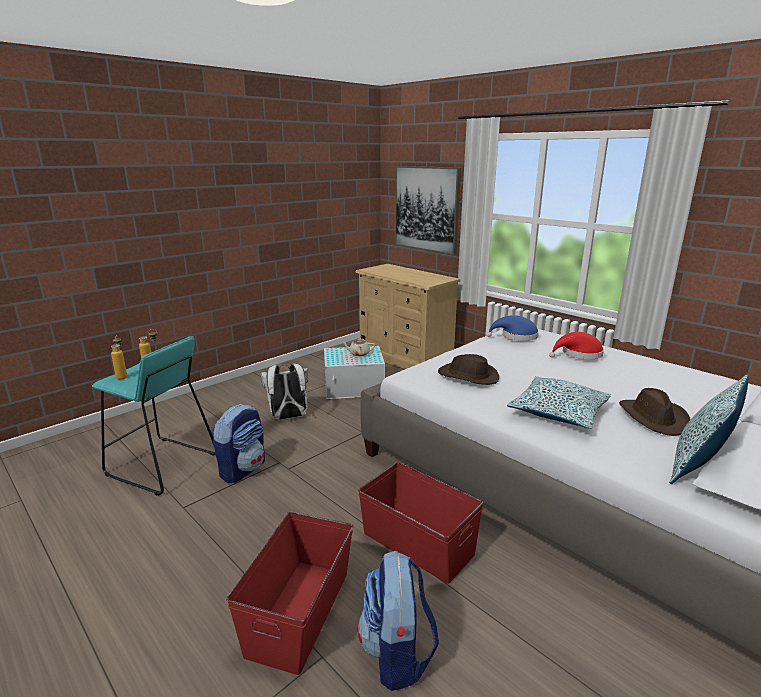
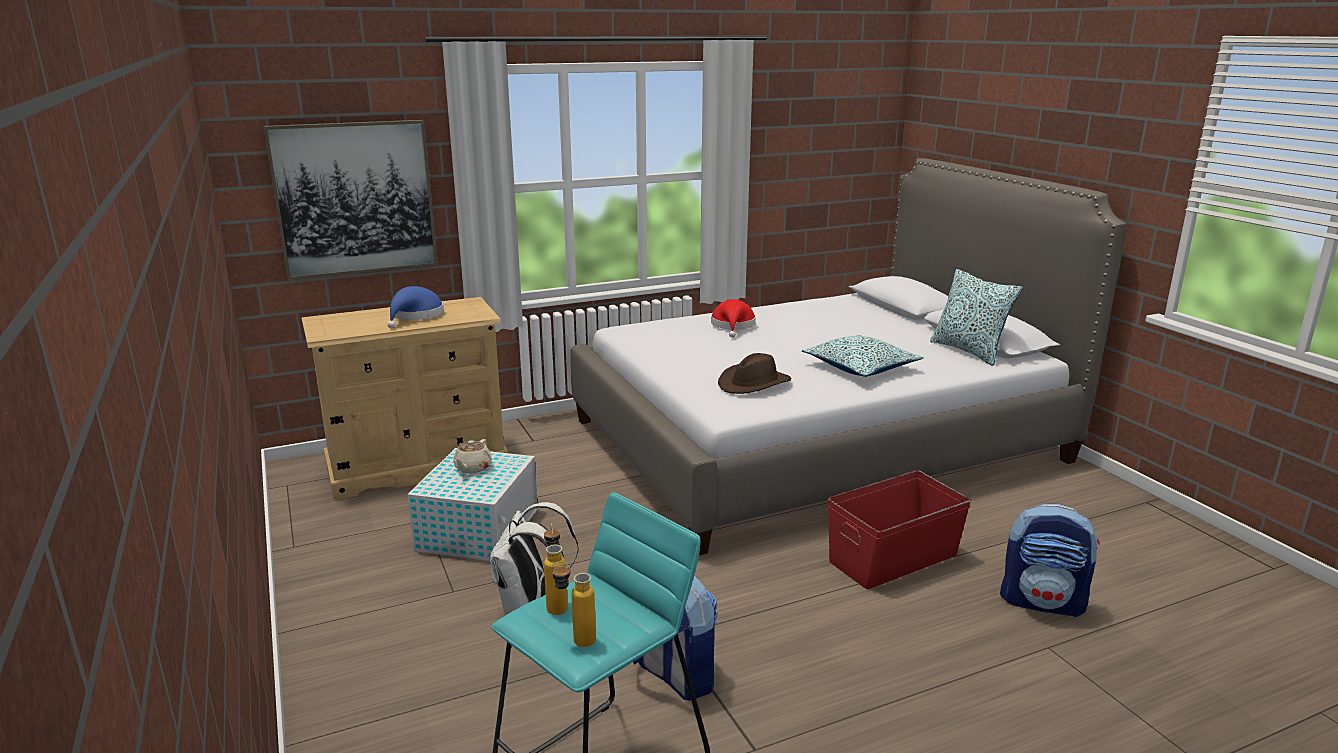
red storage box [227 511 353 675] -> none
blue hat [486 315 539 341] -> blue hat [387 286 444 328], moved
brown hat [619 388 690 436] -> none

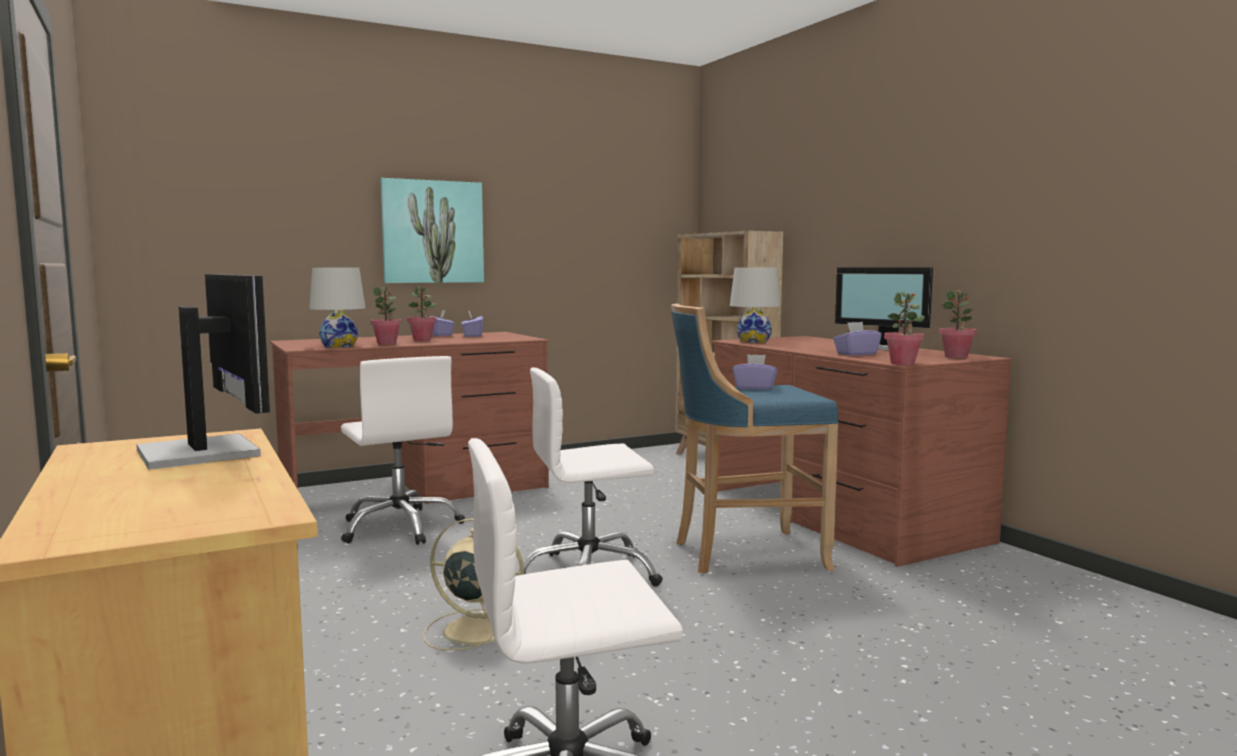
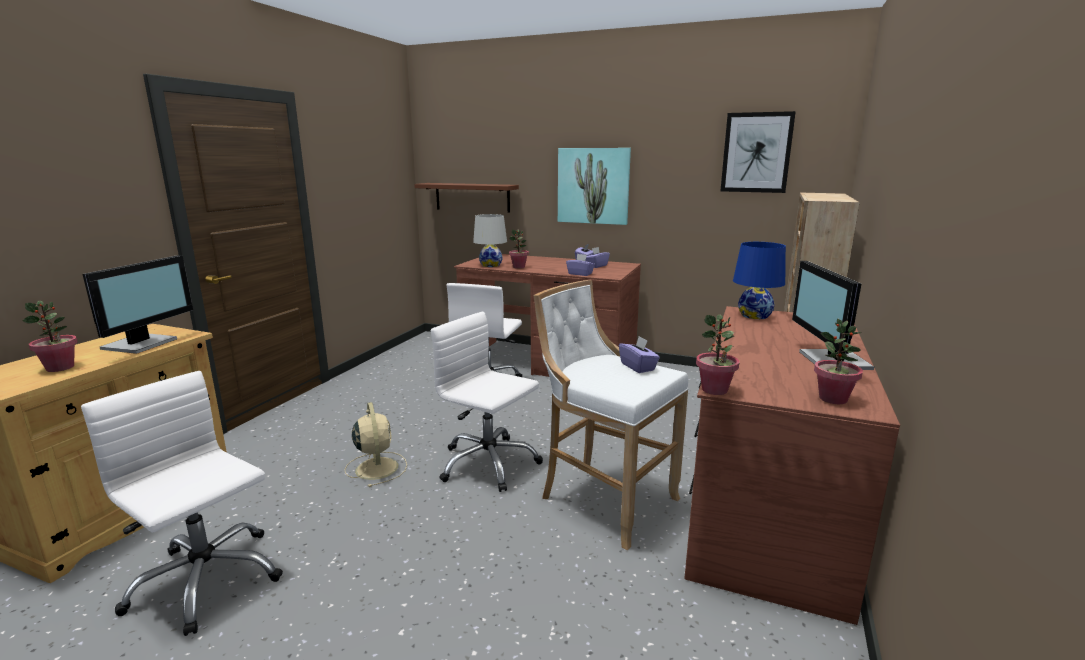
potted plant [407 286 436 341] -> potted plant [22 301 77 372], moved
blue stool [671 303 839 574] -> white stool [534 280 689 550]
white table lamp [730 267 780 343] -> blue table lamp [733 242 786 319]
purple tissue box [833 322 882 356] -> purple tissue box [566 254 595 276], moved
none -> brown shelf [414 183 519 212]
none -> picture [720 111 796 193]

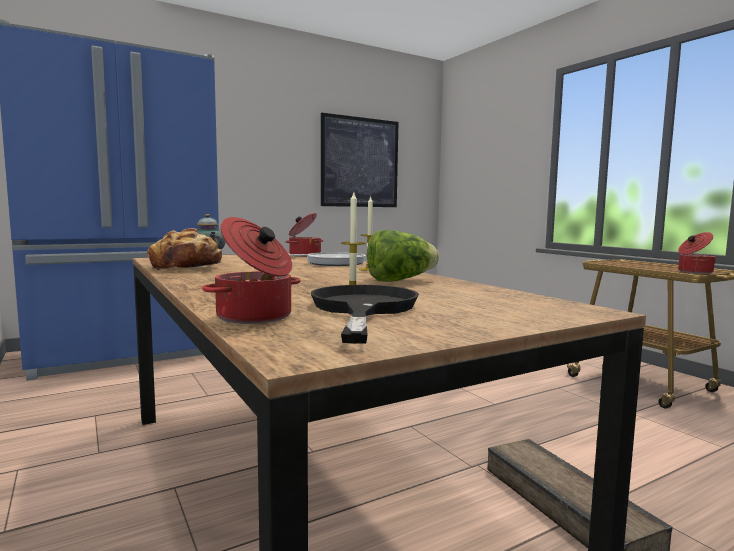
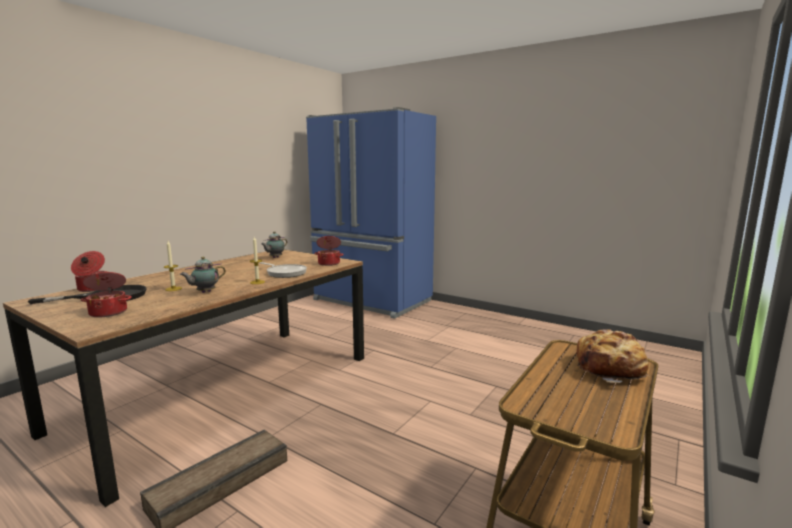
bread [147 228 222 271] -> bread [577 329 649 383], moved
picture [321 113 398 207] -> none
lettuce [367 230 439 282] -> teapot [180 257 226 293]
cooking pot [678 232 716 274] -> cooking pot [81 272 132 317], moved

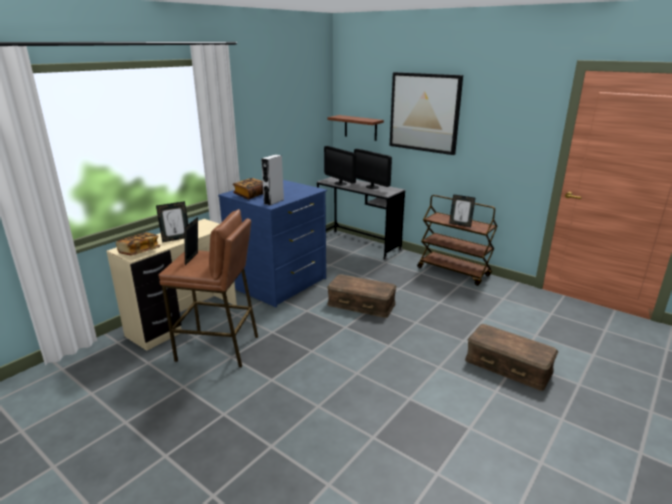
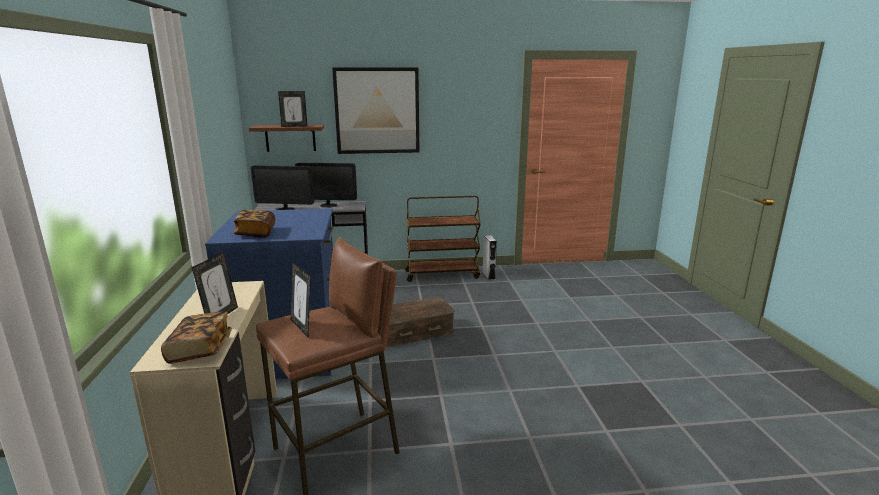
grey speaker [261 154 284 206] -> grey speaker [483 235 497 280], moved
picture frame [449 194 475 227] -> picture frame [278 91 307 127], moved
brown storage box [465 324 558 391] -> none

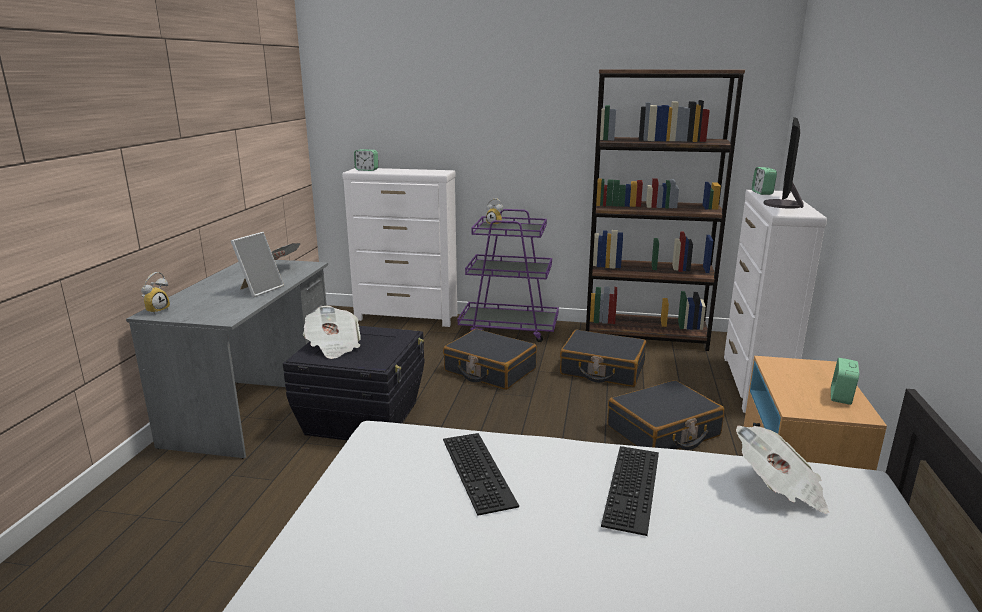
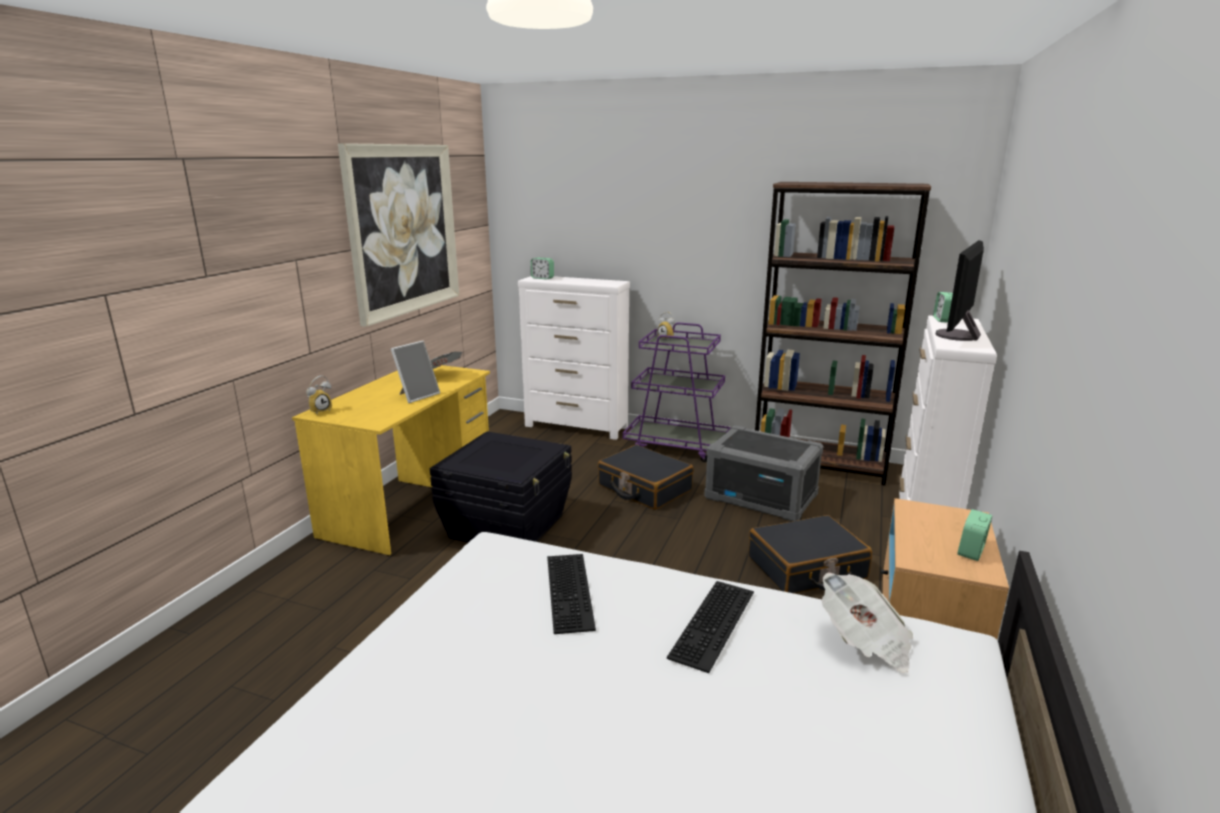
grey desk [126 260 328 459] -> yellow desk [292 365 490 556]
newspaper [303 306 361 359] -> none
black suitcase [560 329 646 387] -> grey storage box [704 425 823 521]
none -> picture [338 143 459 327]

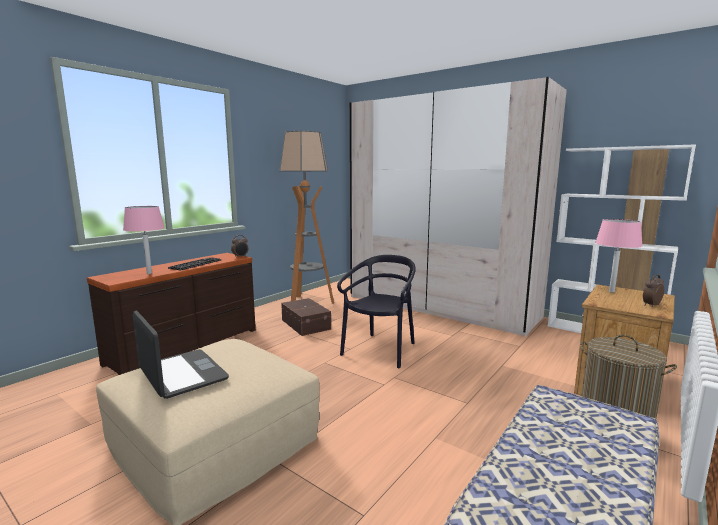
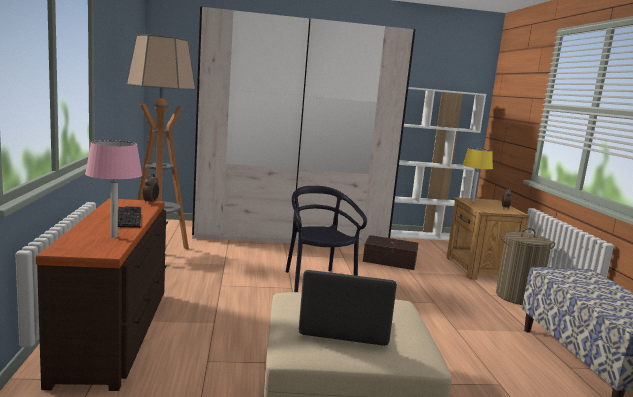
brown storage box [281 298 331 336] -> brown storage box [363 235 419 270], moved
pink table lamp [595 219 643 293] -> yellow table lamp [463 148 493 202]

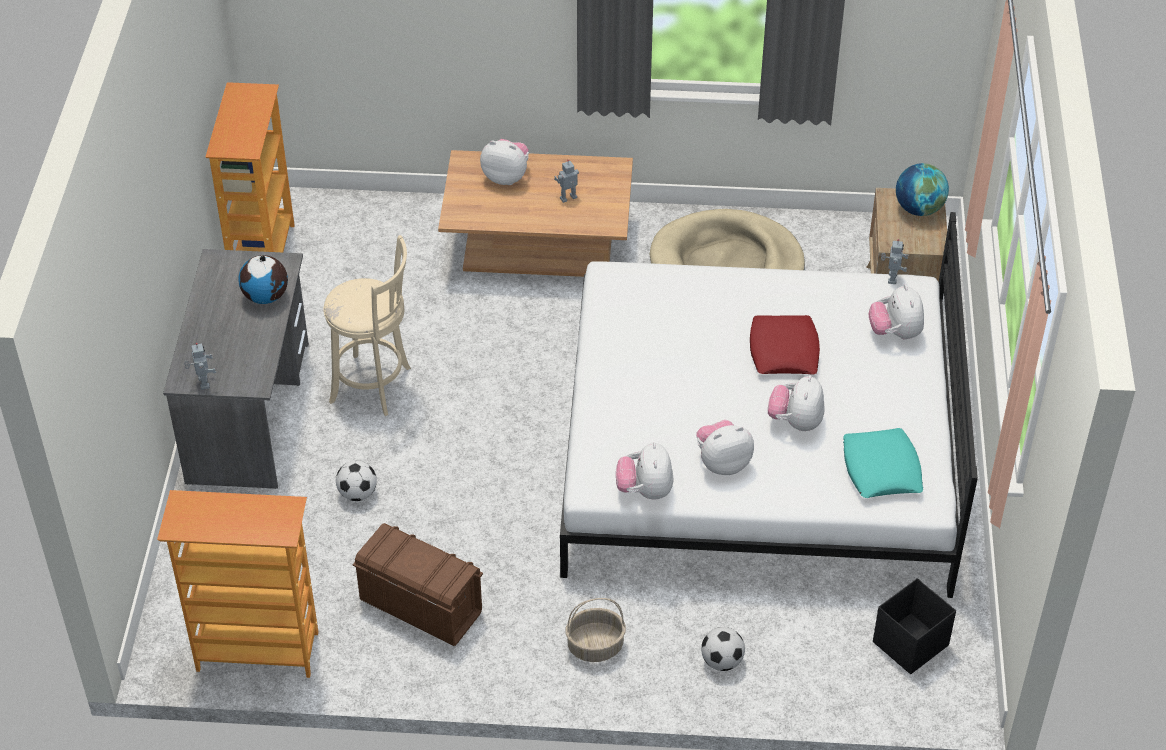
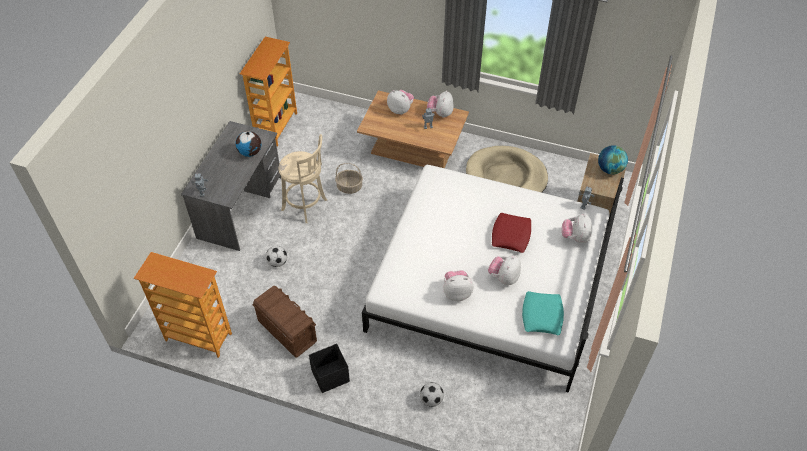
basket [566 598 626 662] -> basket [335 163 363 194], moved
plush toy [616 442 673 500] -> plush toy [427 91 454 118], moved
black storage box [873 578 956 674] -> black storage box [309 344 350 393], moved

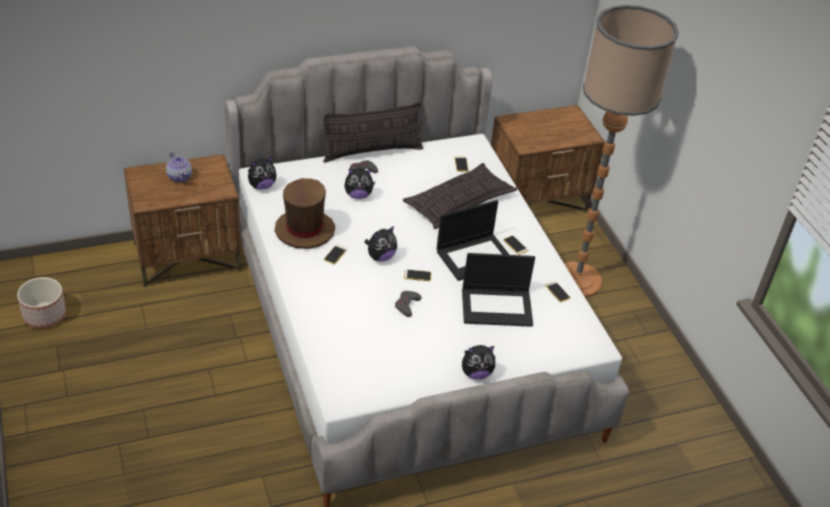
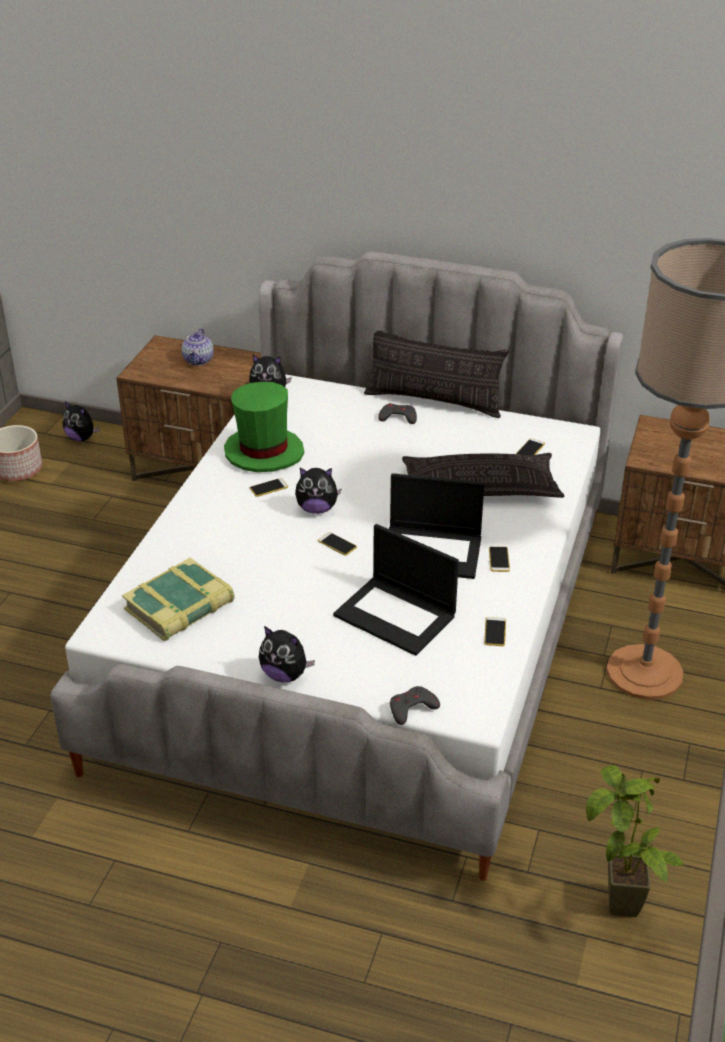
brown hat [275 178 335 249] -> green hat [224 382 304 472]
plush toy [344 168 376 199] -> plush toy [63 401 99 442], moved
grey game controller [395 291 422 317] -> grey game controller [390 686 440 725], moved
none -> book [122 558 234 641]
none -> potted plant [586 765 683 917]

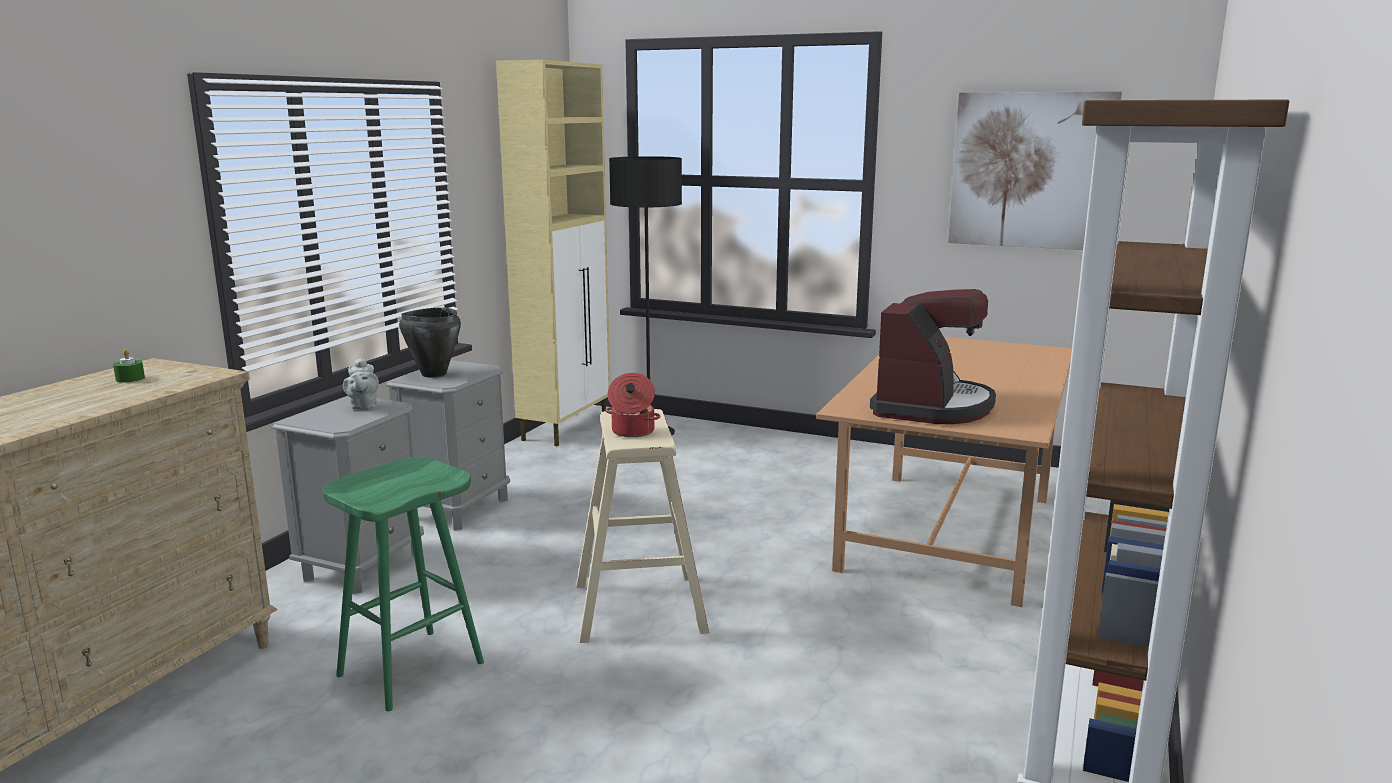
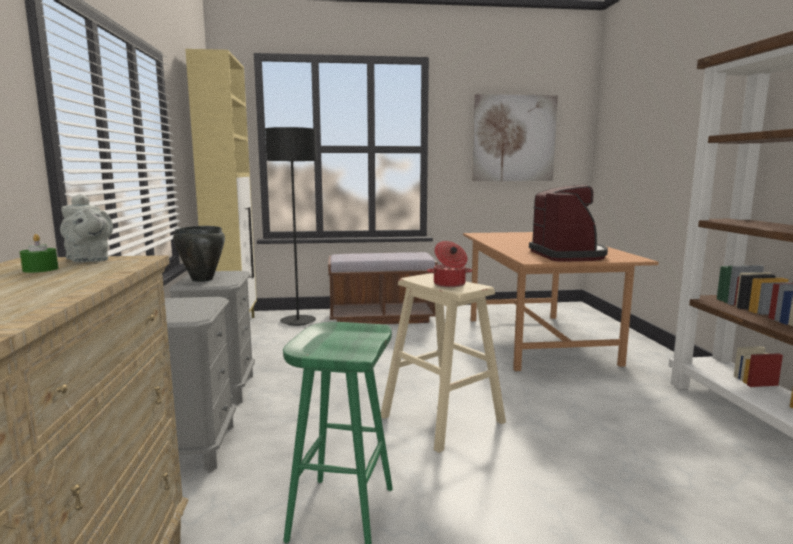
grey teapot [343 357 379 410] -> grey teapot [60 194 113 262], moved
none -> brown bench [328 252 438 324]

